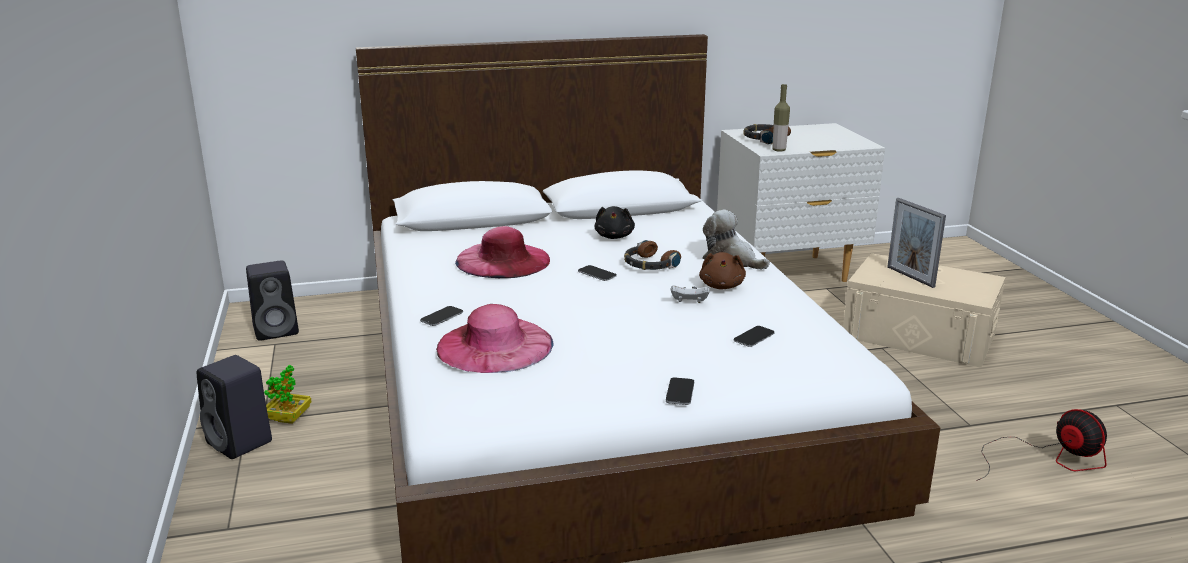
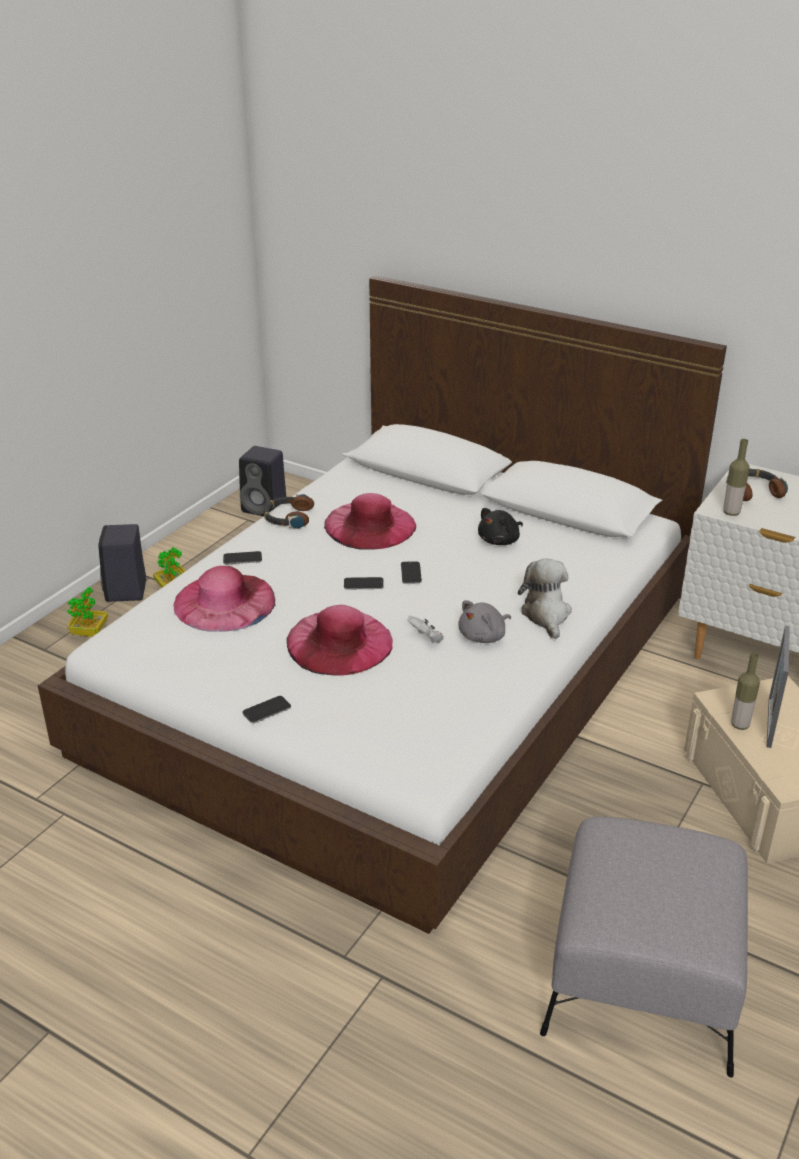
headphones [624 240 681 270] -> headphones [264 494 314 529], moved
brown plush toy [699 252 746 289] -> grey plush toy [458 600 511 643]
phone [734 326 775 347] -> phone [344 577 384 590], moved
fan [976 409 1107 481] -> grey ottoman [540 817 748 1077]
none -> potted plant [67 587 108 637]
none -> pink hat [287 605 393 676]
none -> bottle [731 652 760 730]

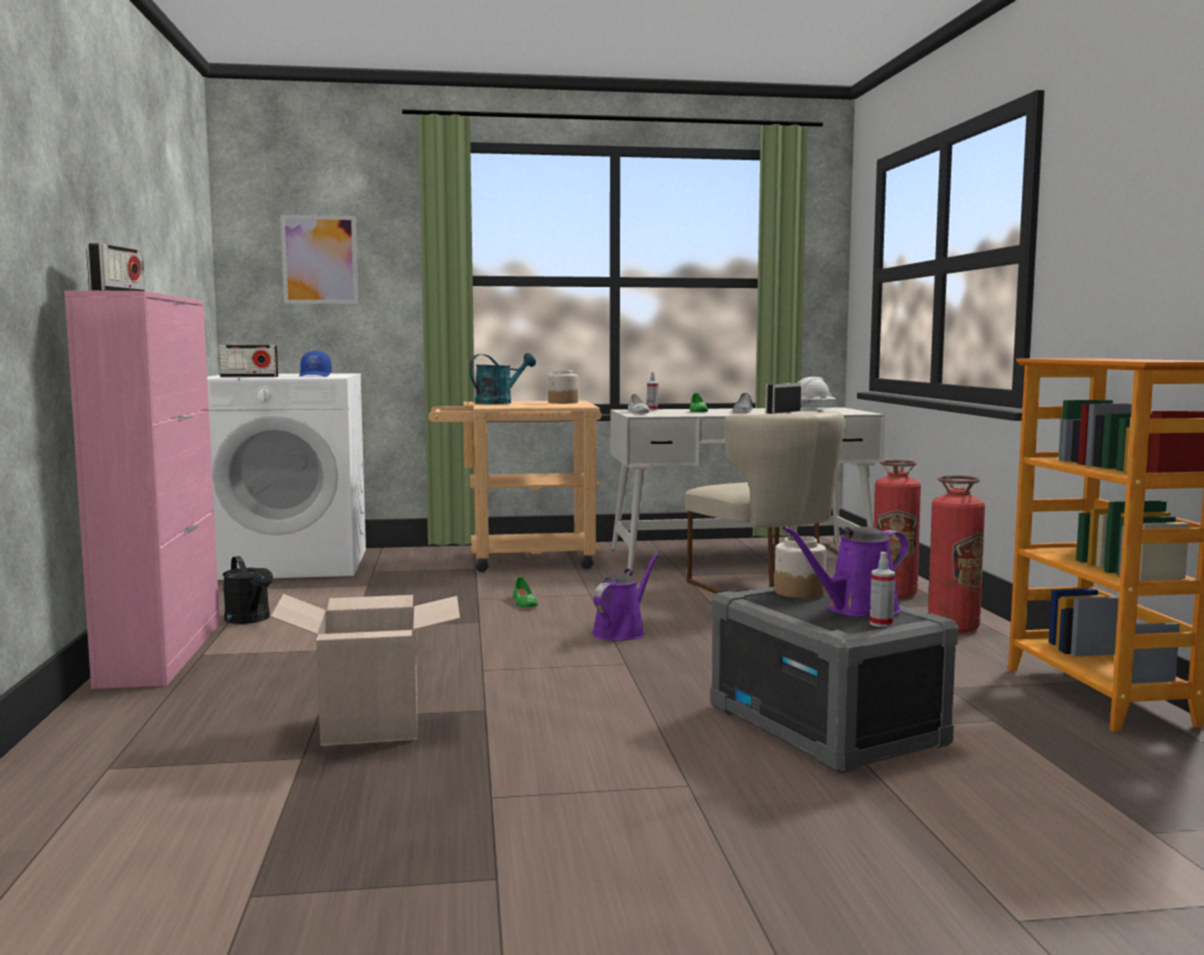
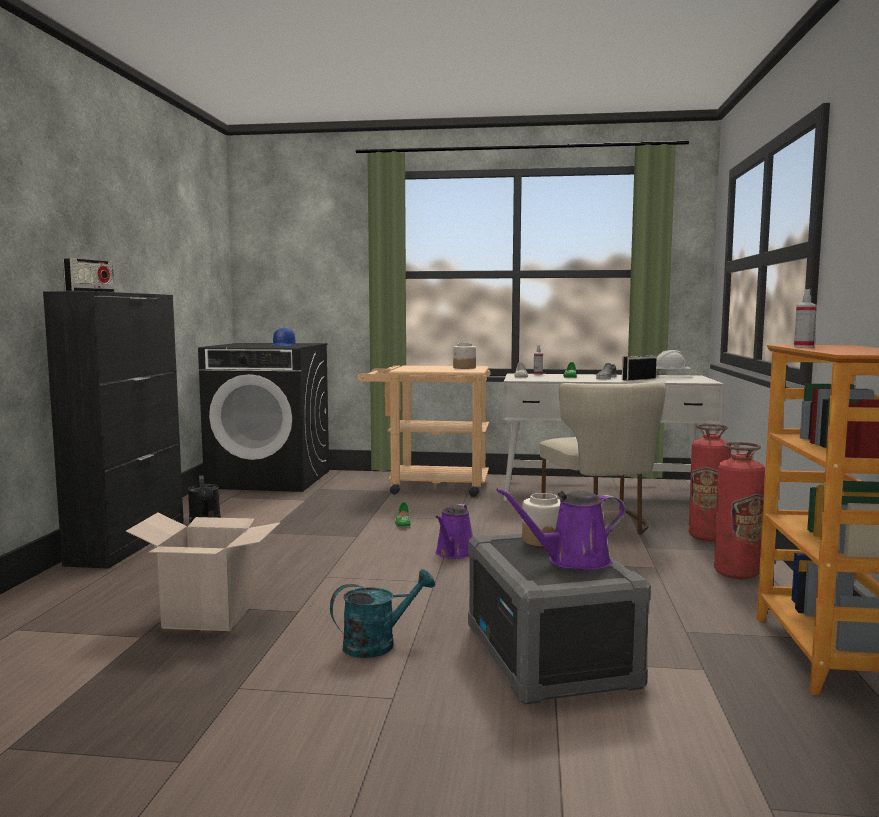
pink cabinet [64 290 220 689] -> black cabinet [43 291 184 569]
white washing machine [207 373 366 580] -> black washing machine [198 343 329 492]
radio [219 345 278 377] -> none
picture [280 215 358 304] -> none
turquoise watering can [469 353 536 404] -> turquoise watering can [330 569 435 658], moved
purple watering can [592 554 659 641] -> purple watering can [435 504 473 559], 150 degrees clockwise
spray bottle [870 552 895 627] -> spray bottle [794 289 817 348], moved

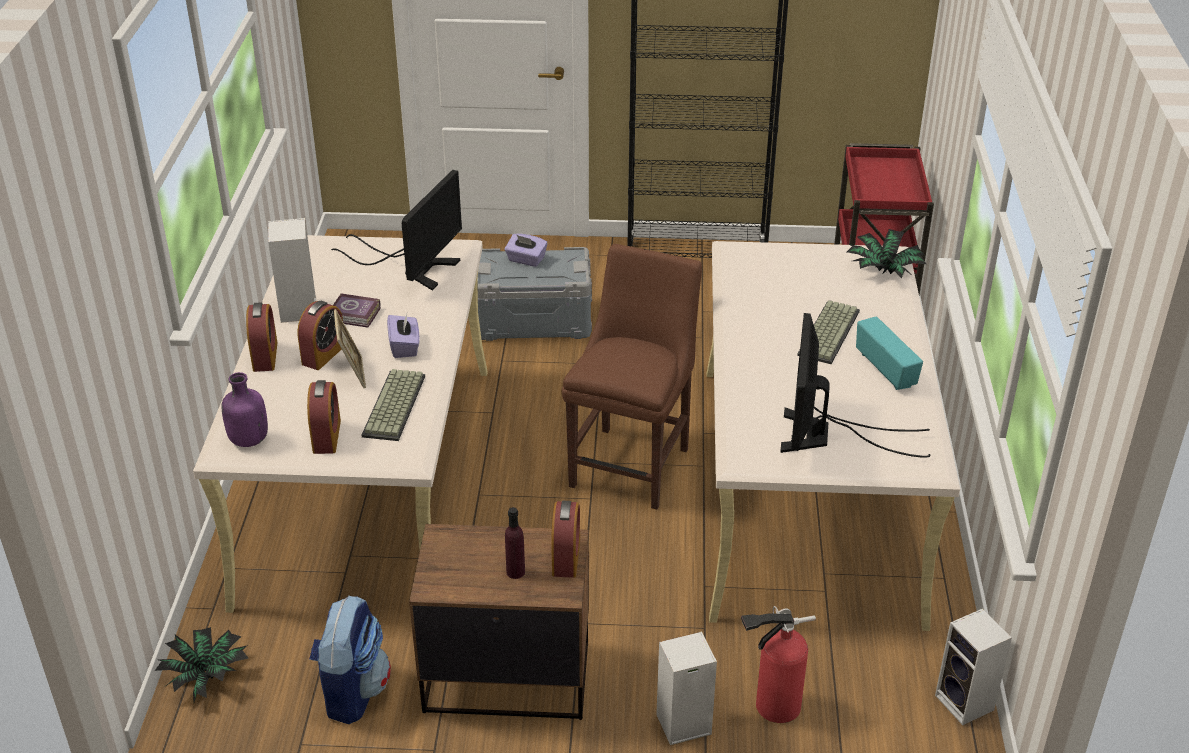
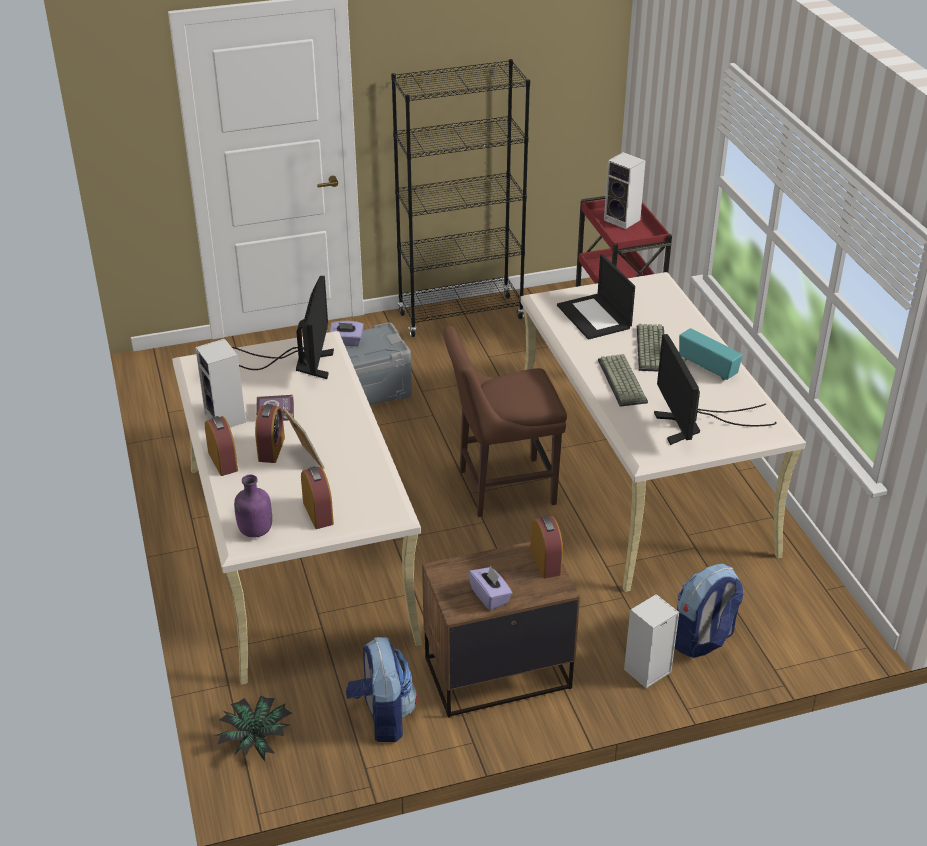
keyboard [362 369 425 441] -> keyboard [598 354 648 407], moved
purple tissue box [387 314 420 358] -> purple tissue box [468 565 512 610], moved
purple bottle [505 507 525 579] -> none
brown chair [562 244 702 510] -> brown chair [443 326 567 517], 105 degrees counterclockwise
fire extinguisher [741 606 816 723] -> backpack [675 564 744 658]
potted plant [847 229 926 278] -> none
speaker [935 609 1012 725] -> speaker [604 152 646 229], moved
none -> laptop [557 254 635 340]

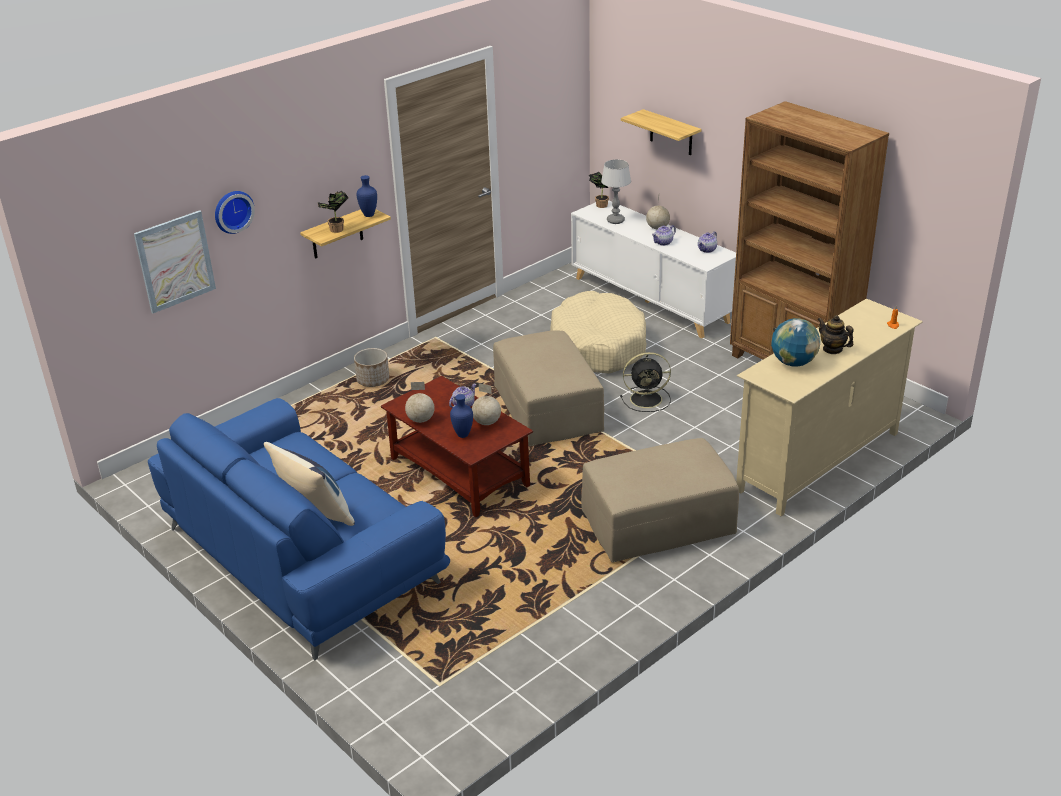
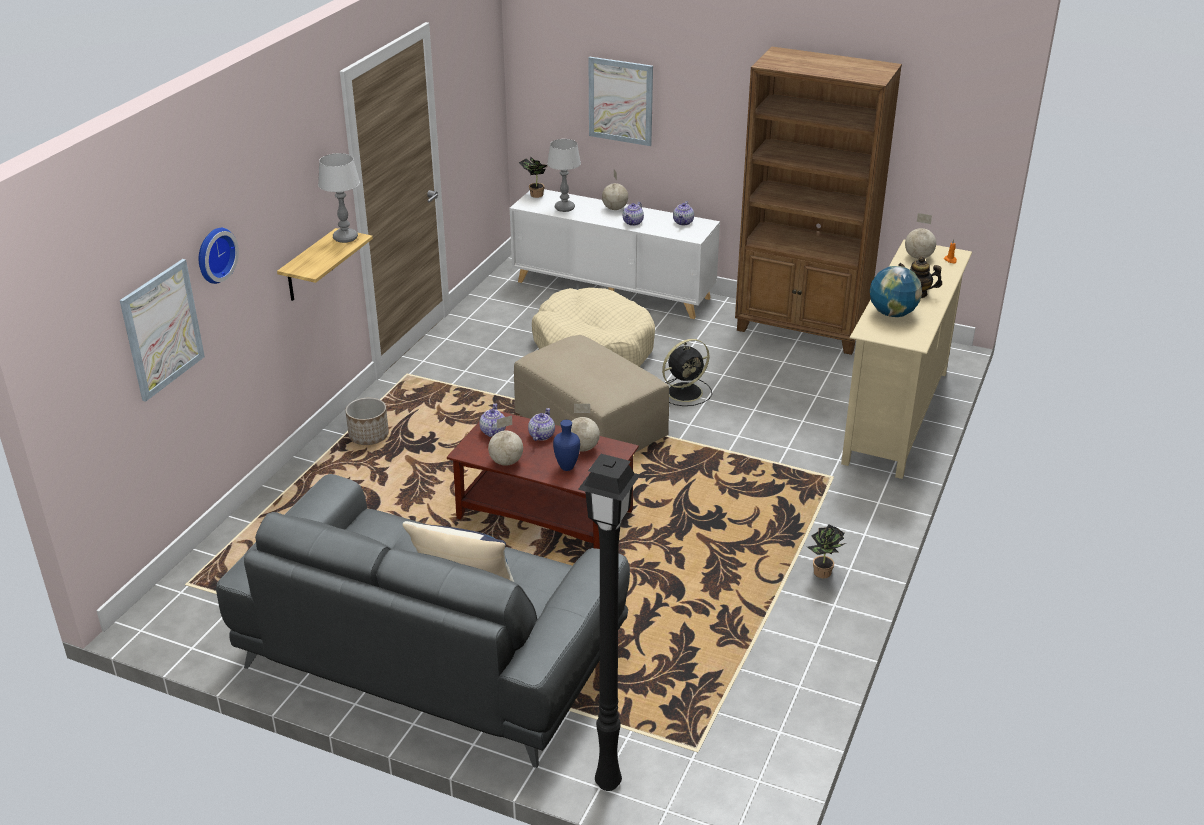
blue sofa [148 398 450 661] -> grey sofa [216 474 630 768]
potted plant [318 190 348 233] -> potted plant [807 524 846 578], moved
blue vase [357 175 377 217] -> table lamp [318 153 360 243]
beige ottoman [581 438 739 563] -> none
shelf [621 109 701 155] -> picture [589 57 653 146]
none -> teapot [479 404 506 437]
none -> black floor lamp [578 454 640 791]
none -> globe [905 213 936 259]

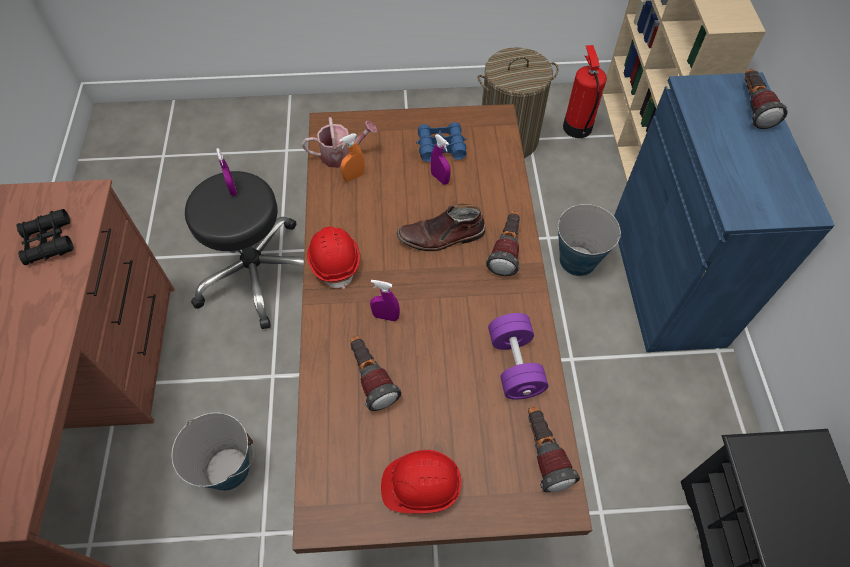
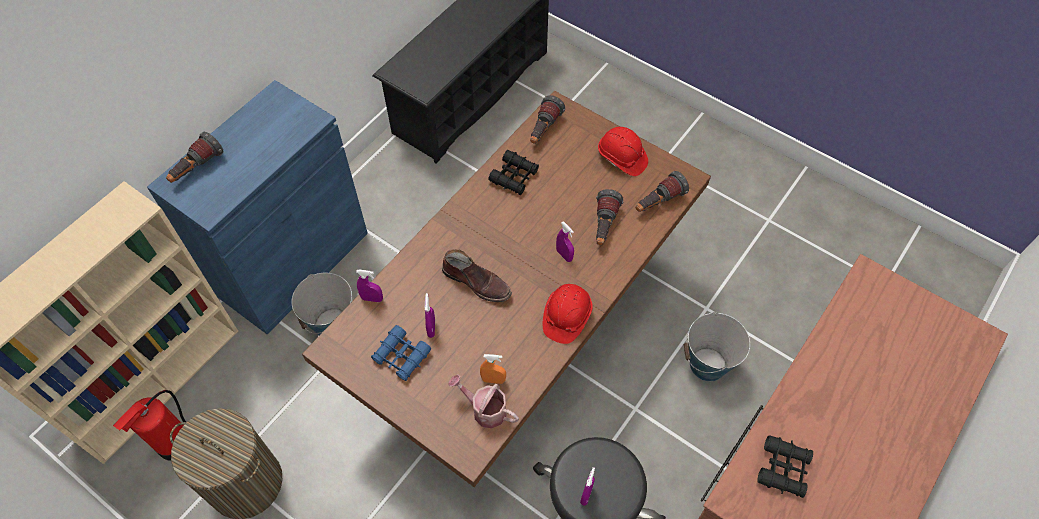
flashlight [486 211 520 276] -> flashlight [636 171 689 212], moved
purple dumbbell [488 313 548 400] -> black binoculars [488 150 539 195]
none -> purple spray bottle [356 270 383 302]

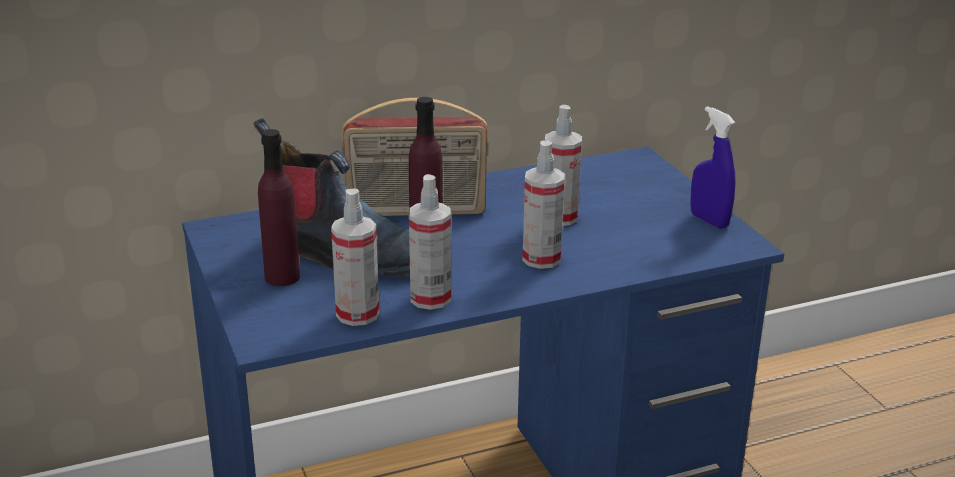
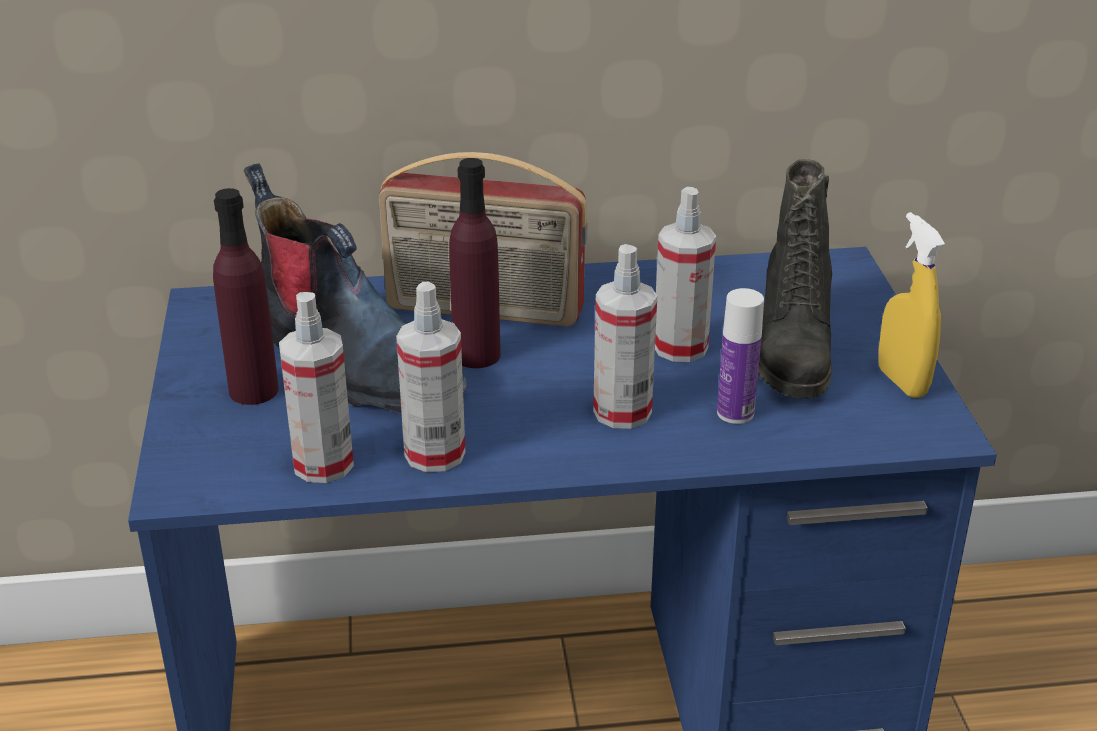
blue spray bottle [690 106 735 229] -> yellow spray bottle [878 212 945 398]
none -> bottle [717 288 764 424]
none -> black boot [758 159 832 398]

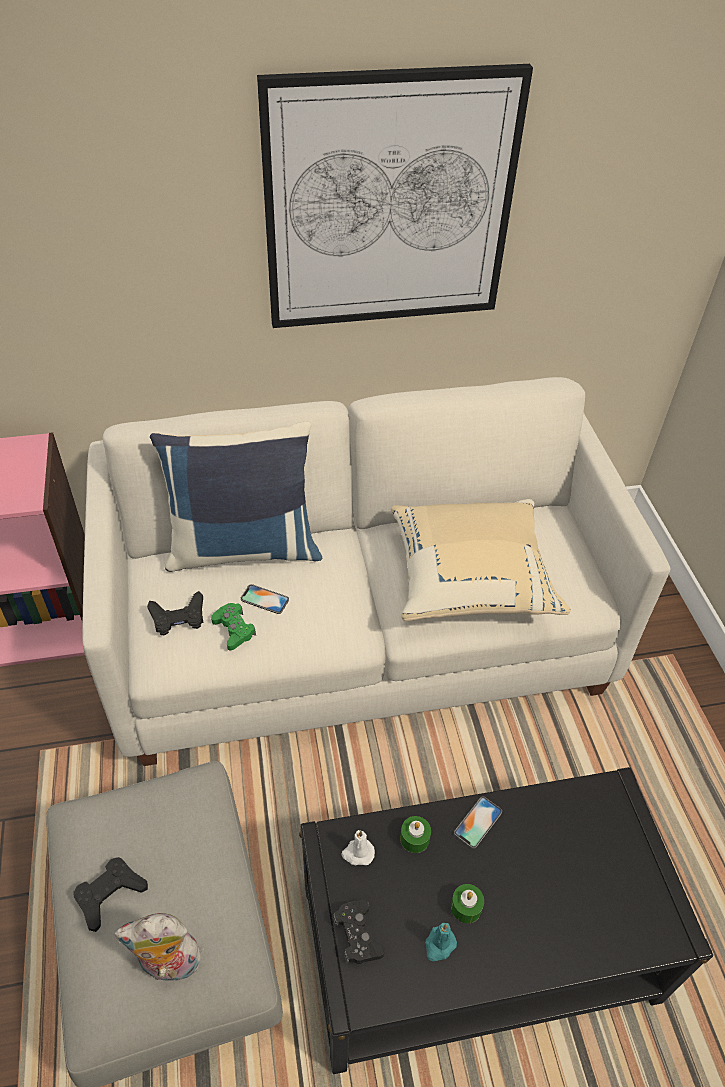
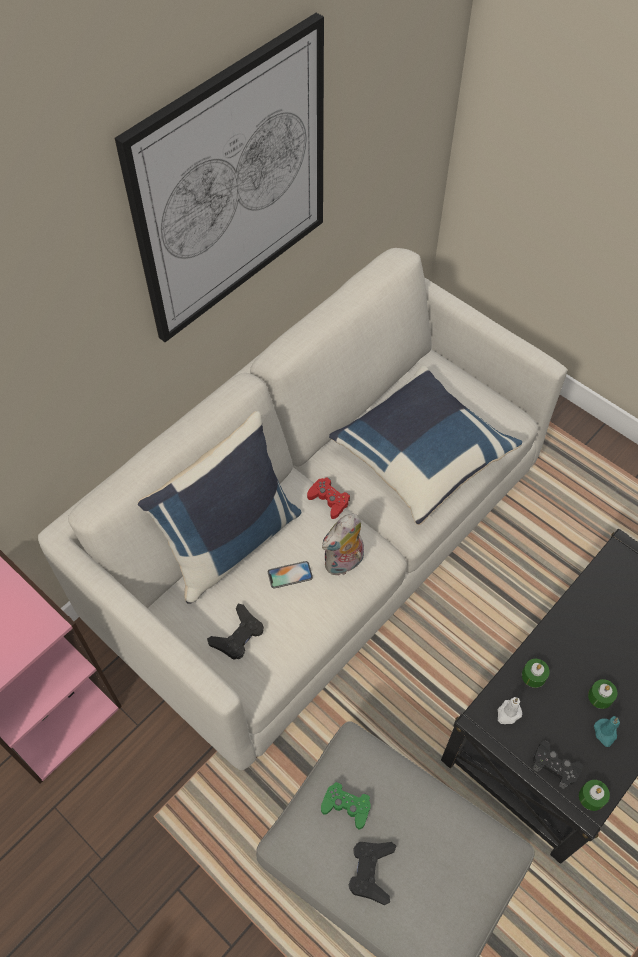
plush toy [114 913 202 981] -> plush toy [322 514 364 576], moved
green game controller [211 603 256 651] -> green game controller [321 782 370 829], moved
beige pillow [391 499 571 621] -> blue pillow [329 366 522 525]
phone [454 796 502 849] -> none
none -> red game controller [307 478 350 519]
none -> green candle [579 780 610 811]

